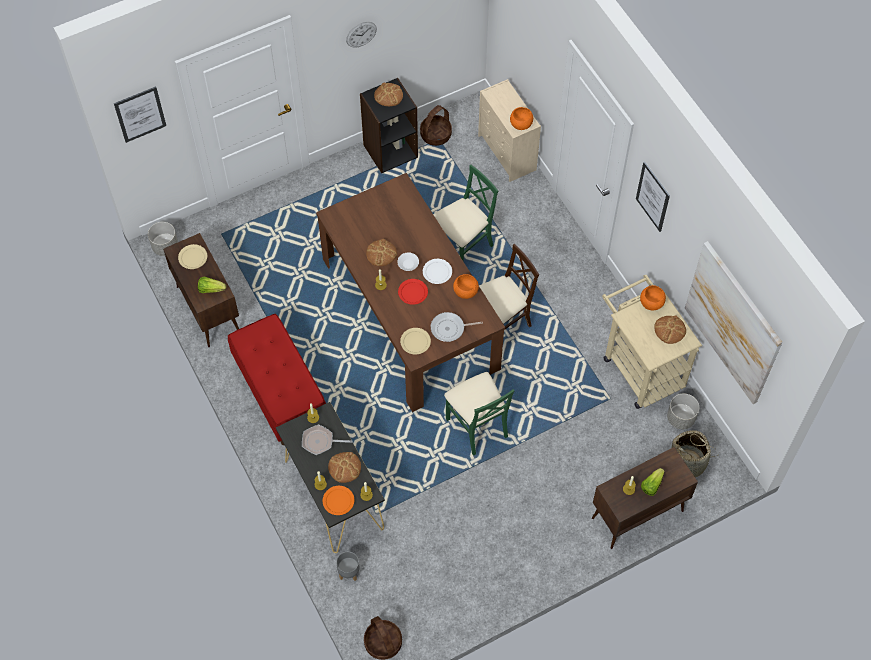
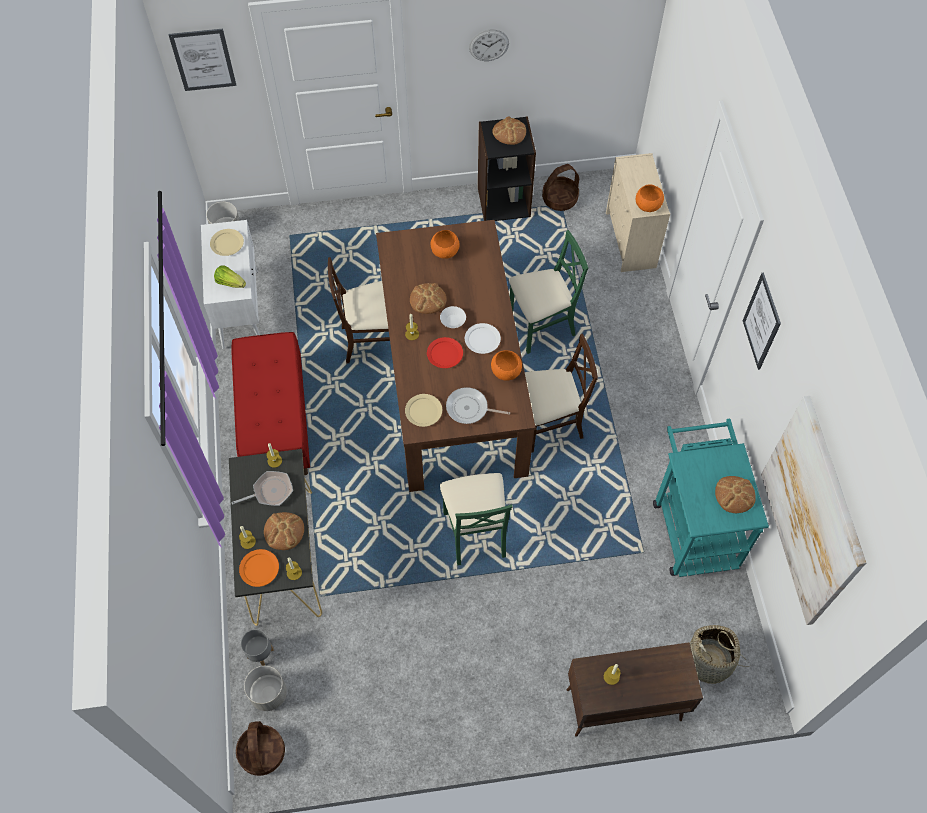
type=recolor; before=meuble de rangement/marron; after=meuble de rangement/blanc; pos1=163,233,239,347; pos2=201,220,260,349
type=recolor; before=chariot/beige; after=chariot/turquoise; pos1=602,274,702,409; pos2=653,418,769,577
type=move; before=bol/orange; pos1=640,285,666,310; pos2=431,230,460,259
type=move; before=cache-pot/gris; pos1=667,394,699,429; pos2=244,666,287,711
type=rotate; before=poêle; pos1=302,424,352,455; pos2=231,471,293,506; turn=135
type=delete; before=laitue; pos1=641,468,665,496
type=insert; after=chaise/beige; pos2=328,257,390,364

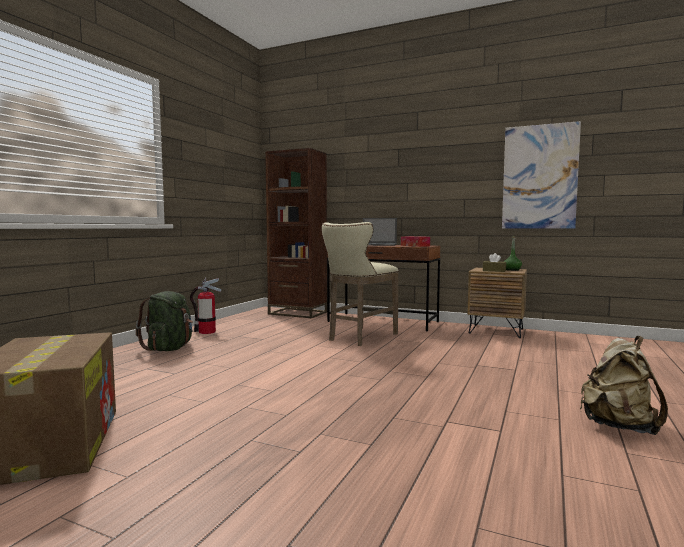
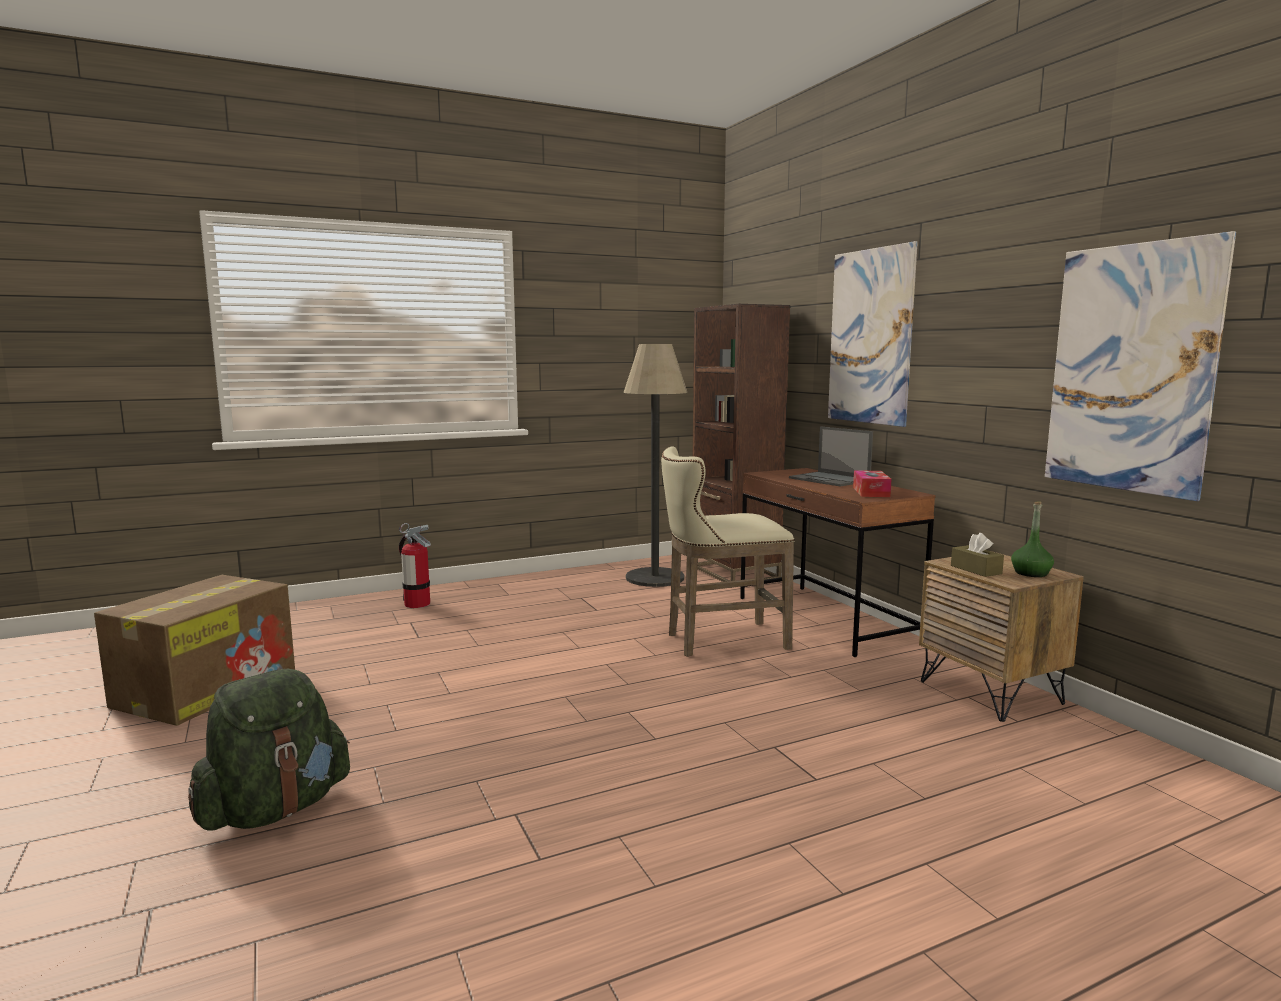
type=move; before=extincteur; pos1=190,278,221,334; pos2=399,523,431,608
type=move; before=sac à dos/vert; pos1=136,291,193,351; pos2=188,669,350,831
type=delete; before=sac à dos/beige; pos1=580,336,668,435
type=insert; after=tableau; pos2=828,241,918,427
type=insert; after=lampadaire; pos2=623,344,687,587

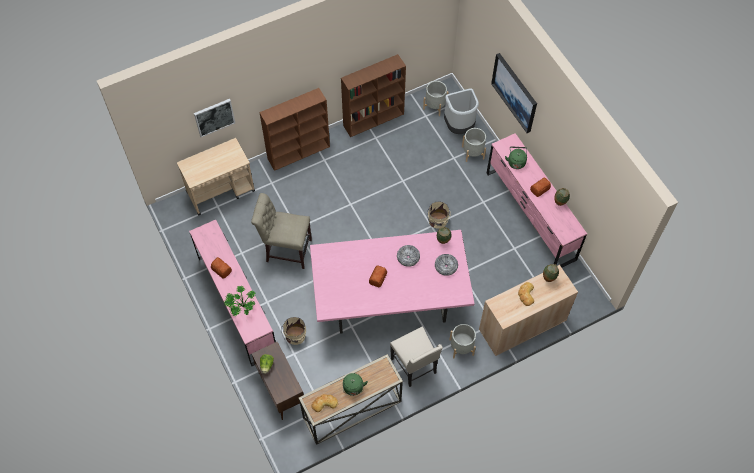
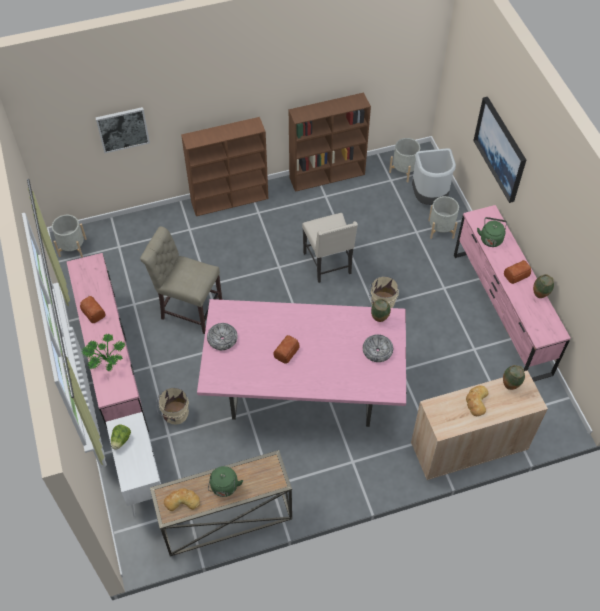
type=delete; before=chariot/beige; pos1=177,138,255,216
type=move; before=bol; pos1=397,245,420,267; pos2=207,323,238,350
type=move; before=cache-pot/gris; pos1=449,324,476,358; pos2=52,215,87,258
type=move; before=chaise/beige; pos1=390,326,443,387; pos2=302,213,358,283
type=recolor; before=meuble de rangement/marron; after=meuble de rangement/blanc; pos1=252,342,304,420; pos2=106,412,161,517

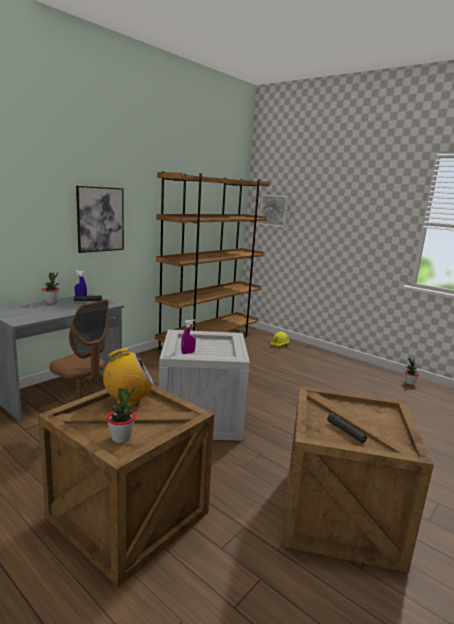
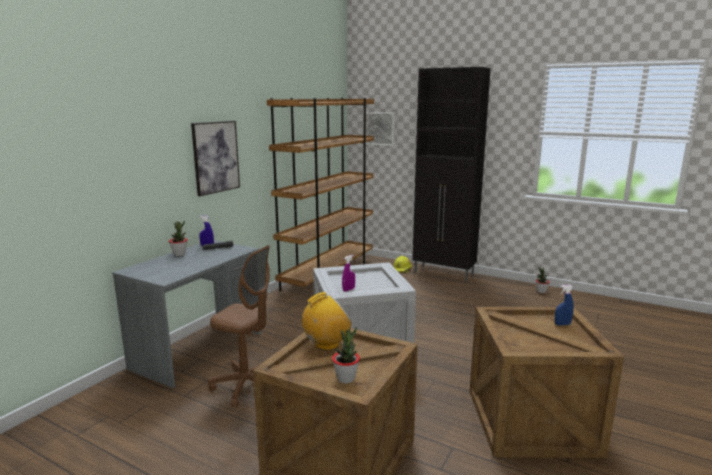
type=delete; before=lampe de poche/noir; pos1=327,413,367,443
type=insert; after=meuble de rangement/noir; pos2=412,67,491,282
type=insert; after=vaporisateur/bleu; pos2=555,285,574,325

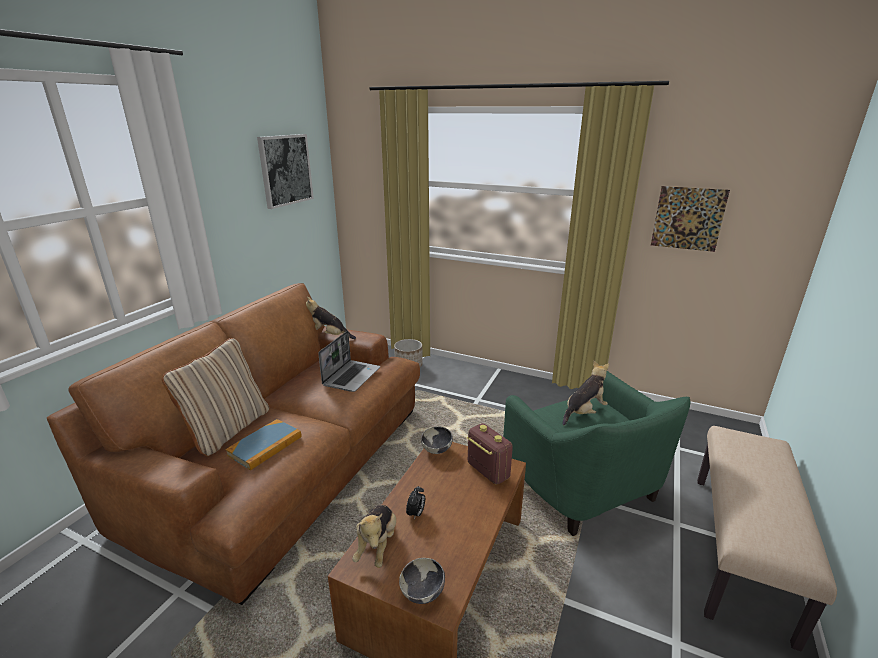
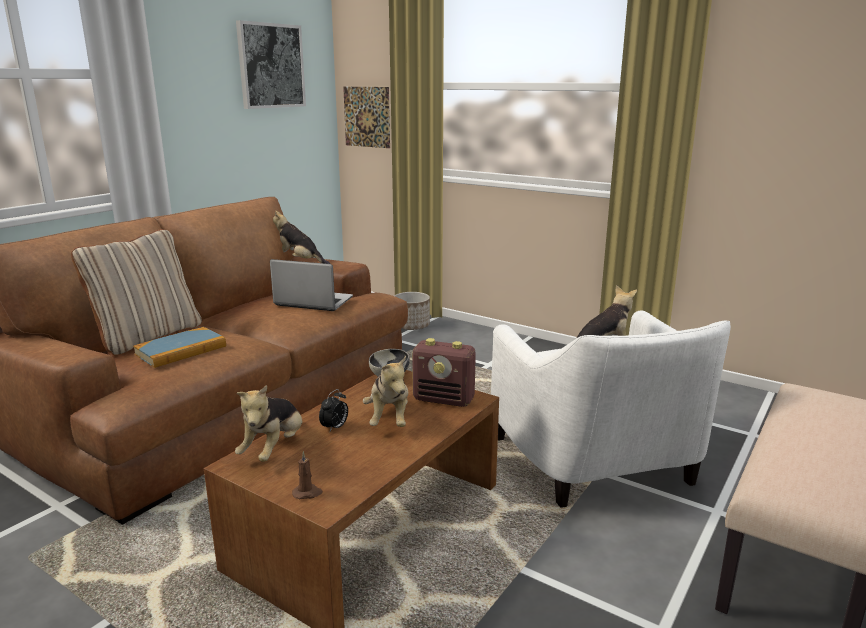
type=move; before=tableau; pos1=651,186,730,252; pos2=343,87,390,148
type=rotate; before=ordinateur portable; pos1=318,331,380,392; pos2=270,259,353,311; turn=-105
type=recolor; before=fauteuil/vert; after=fauteuil/blanc; pos1=503,371,691,536; pos2=491,310,731,508
type=rotate; before=radio; pos1=467,423,513,485; pos2=412,338,476,407; turn=135
type=replace; before=bol; after=bougie/marron; pos1=399,558,445,604; pos2=292,451,323,499
type=insert; after=peluche; pos2=363,356,408,427

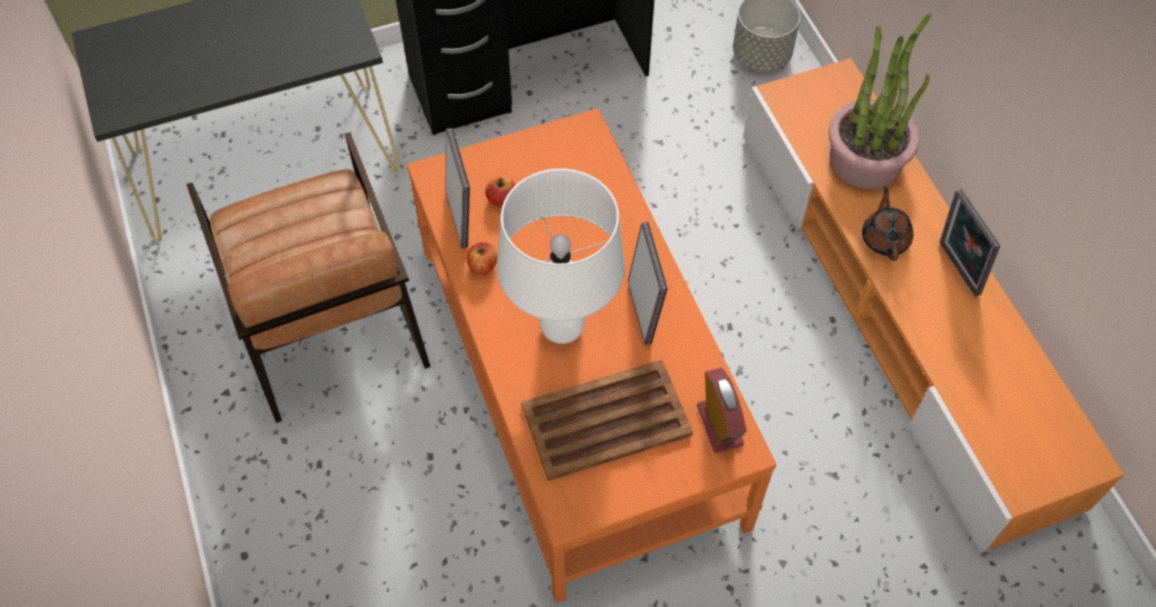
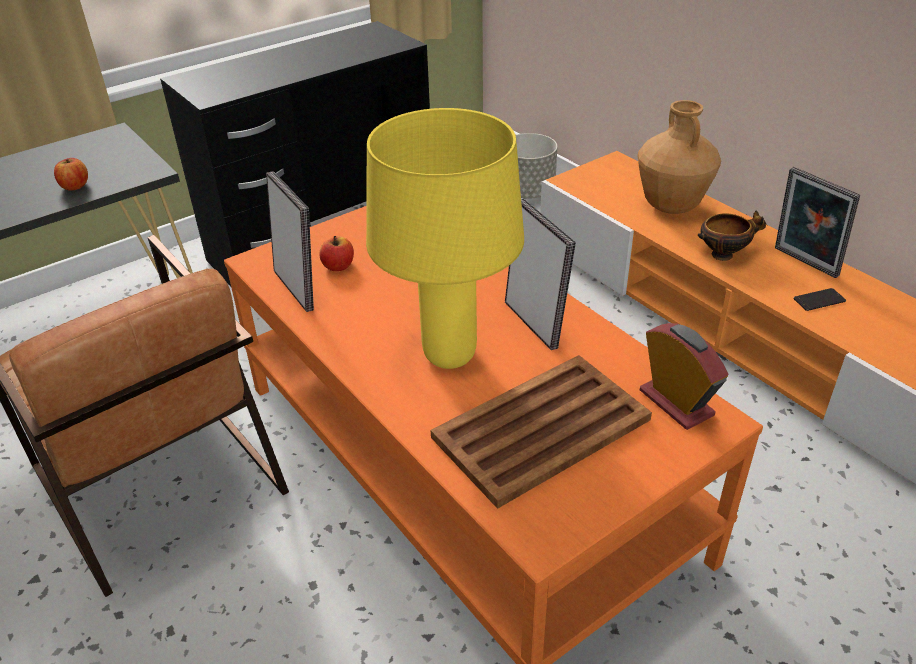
type=replace; before=plante en pot; after=vase/marron; pos1=828,14,931,189; pos2=638,100,721,214
type=recolor; before=lampe de table/blanc; after=lampe de table/jaune; pos1=497,168,625,344; pos2=366,108,524,369
type=replace; before=théière/marron; after=bol; pos1=862,187,913,261; pos2=698,211,766,261
type=move; before=pomme; pos1=467,242,497,275; pos2=54,158,88,190
type=insert; after=téléphone; pos2=794,288,846,311

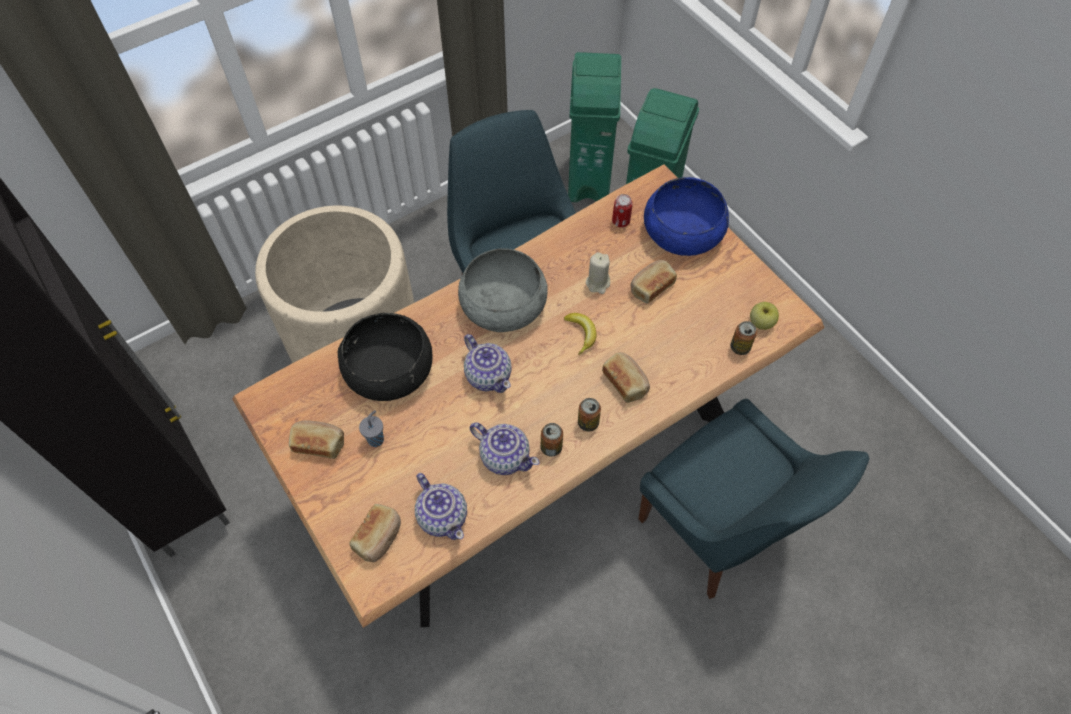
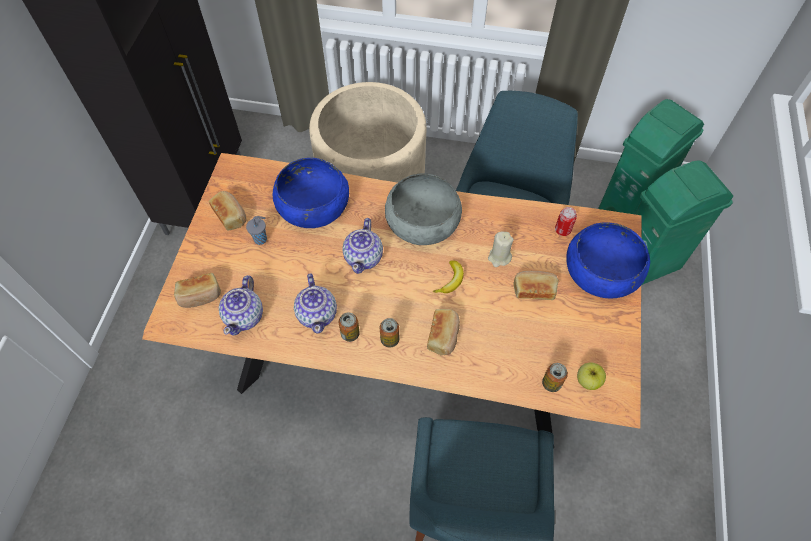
type=recolor; before=bol/noir; after=bol/bleu; pos1=337,313,432,401; pos2=273,158,349,228

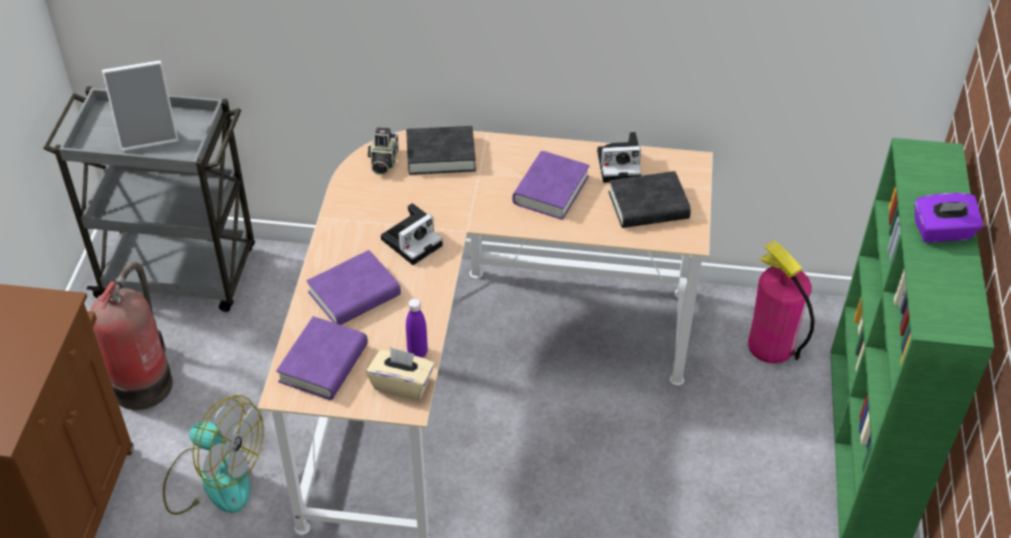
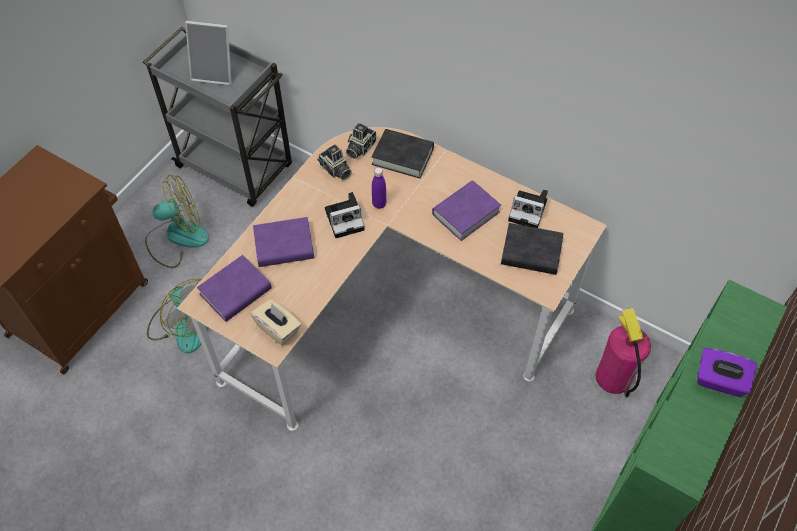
type=replace; before=extincteur; after=ventilateur; pos1=90,262,173,410; pos2=145,175,209,268
type=move; before=bouteille/violet; pos1=406,298,428,358; pos2=372,168,386,209
type=insert; after=appareil photo; pos2=317,144,352,180

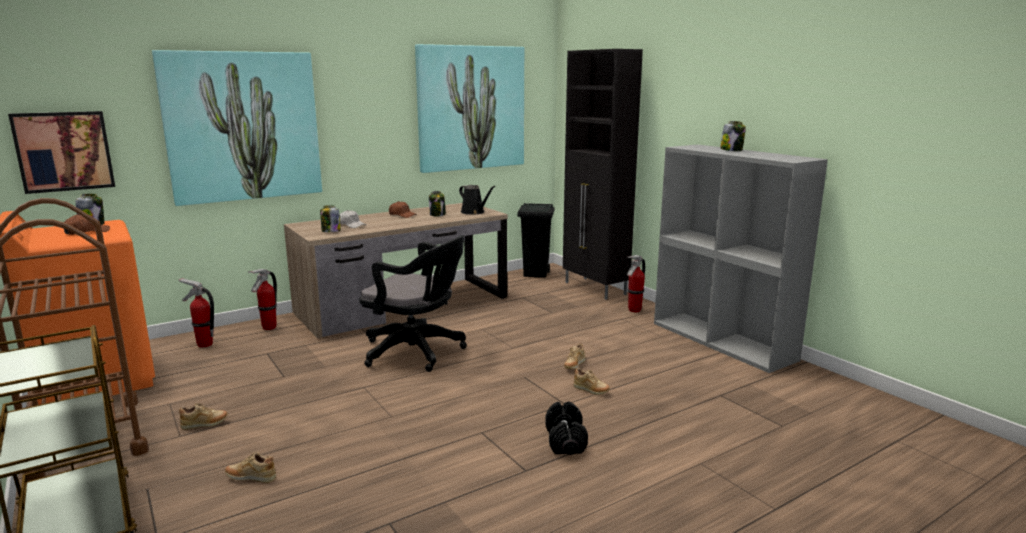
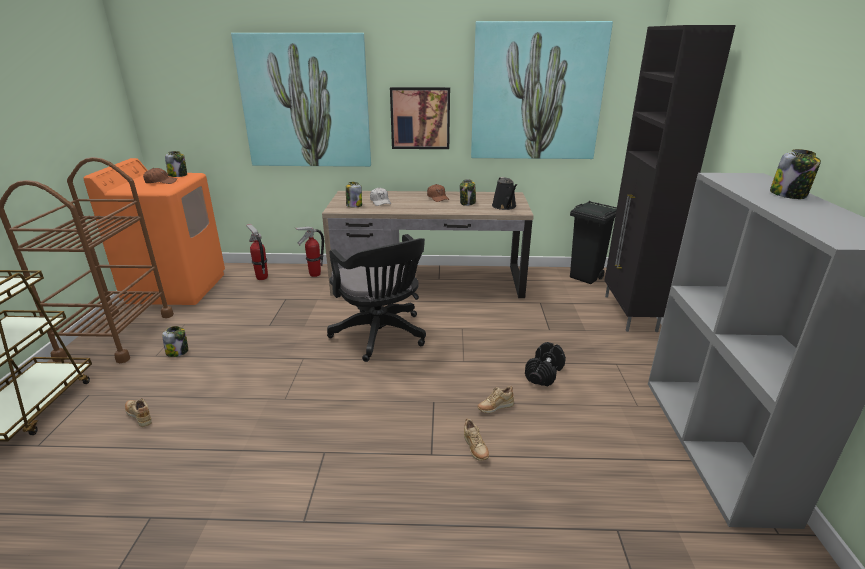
type=move; before=tableau; pos1=8,111,115,194; pos2=390,87,450,149
type=delete; before=extincteur; pos1=627,255,645,312
type=move; before=haltère/noir; pos1=545,401,588,455; pos2=525,342,566,387
type=replace; before=chaussure/beige; after=bocal; pos1=179,403,228,430; pos2=162,326,188,357

